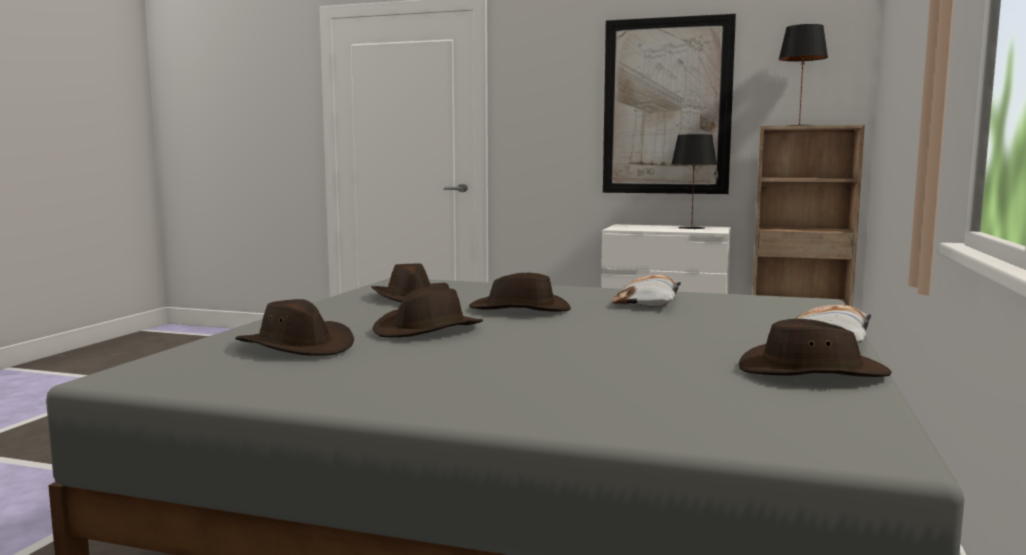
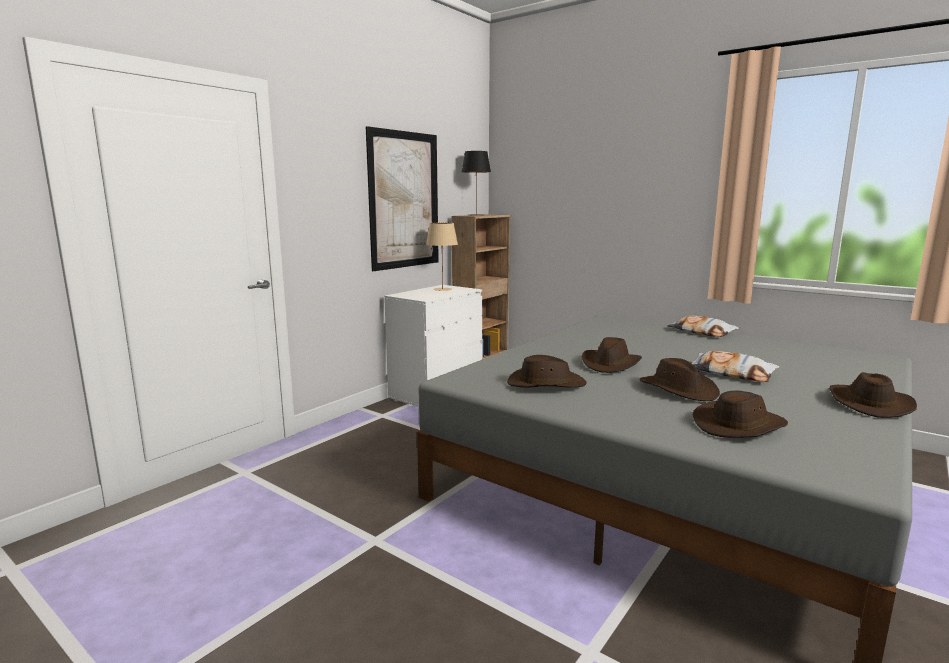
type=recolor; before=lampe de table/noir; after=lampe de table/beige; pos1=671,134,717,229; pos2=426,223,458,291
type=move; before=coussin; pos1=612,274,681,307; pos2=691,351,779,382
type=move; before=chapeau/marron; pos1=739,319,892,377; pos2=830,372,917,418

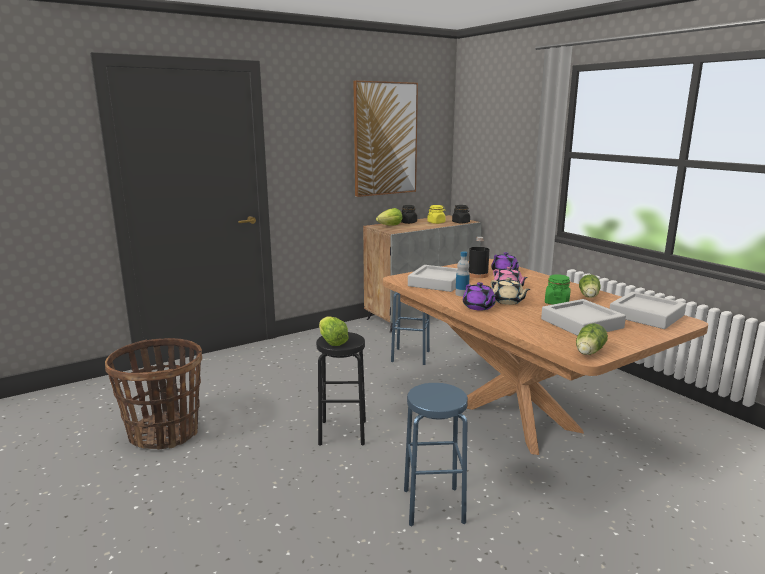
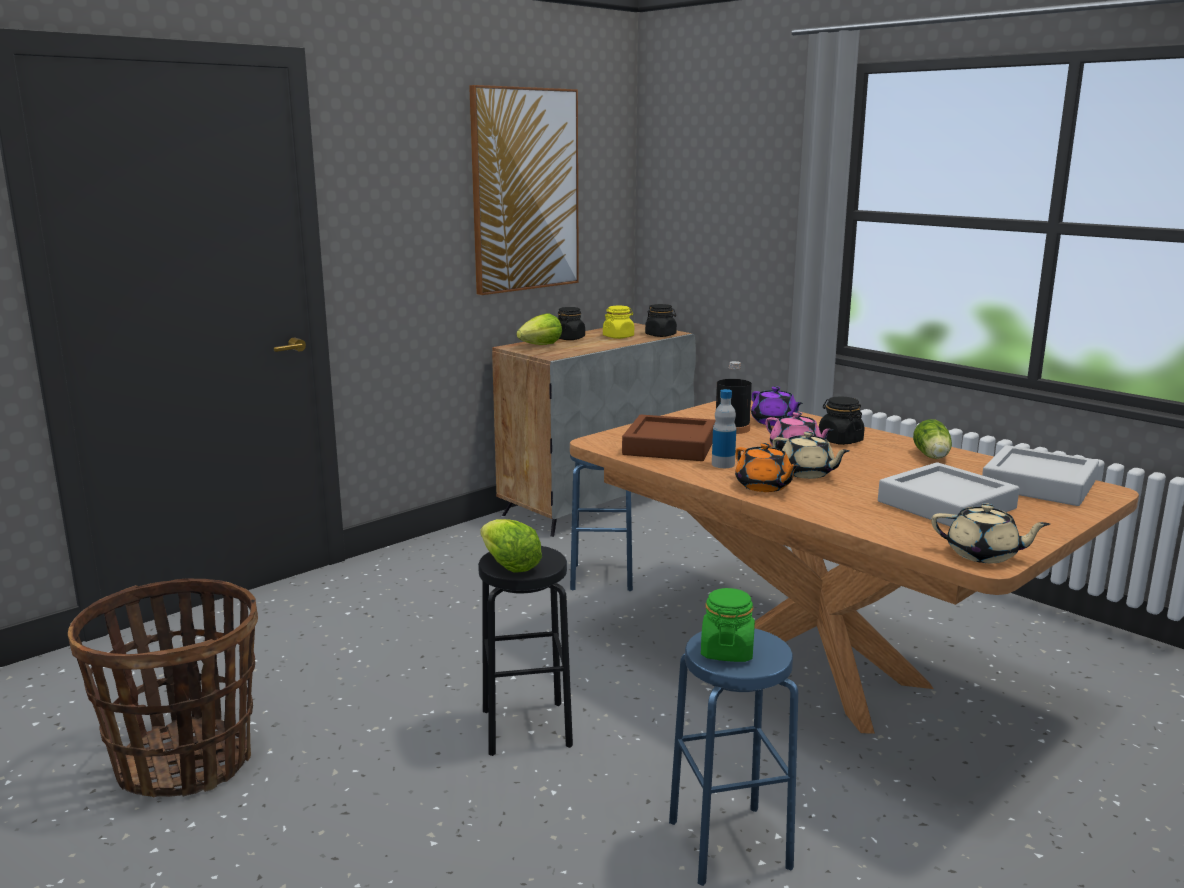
type=recolor; before=plateau/gris; after=plateau/marron; pos1=408,265,458,292; pos2=622,415,715,461
type=move; before=bocal/vert; pos1=545,274,571,305; pos2=701,588,755,662
type=recolor; before=théière/violet; after=théière/orange; pos1=463,282,496,310; pos2=735,443,800,492
type=replace; before=laitue; after=théière/beige; pos1=576,323,608,355; pos2=931,503,1050,563
type=insert; after=bocal/noir; pos2=819,396,865,445

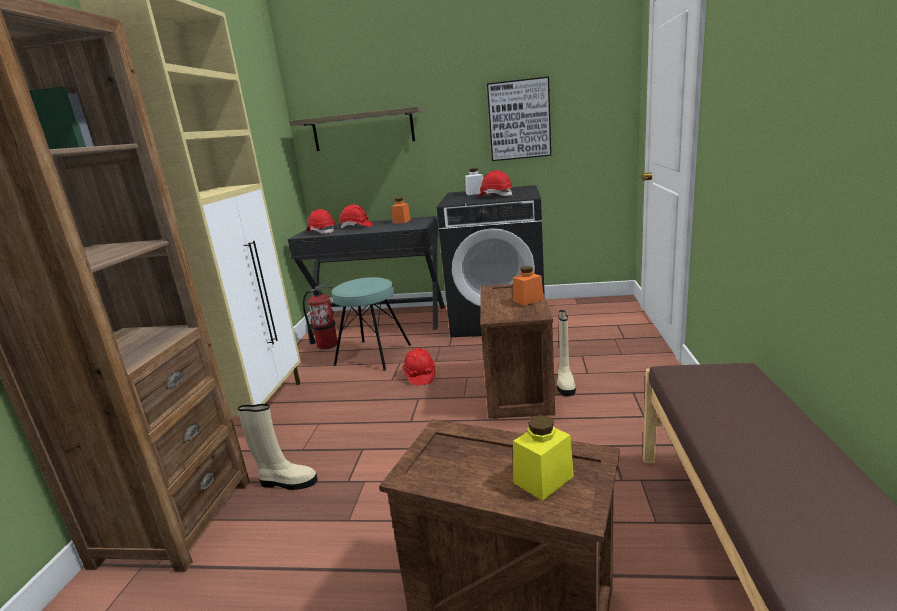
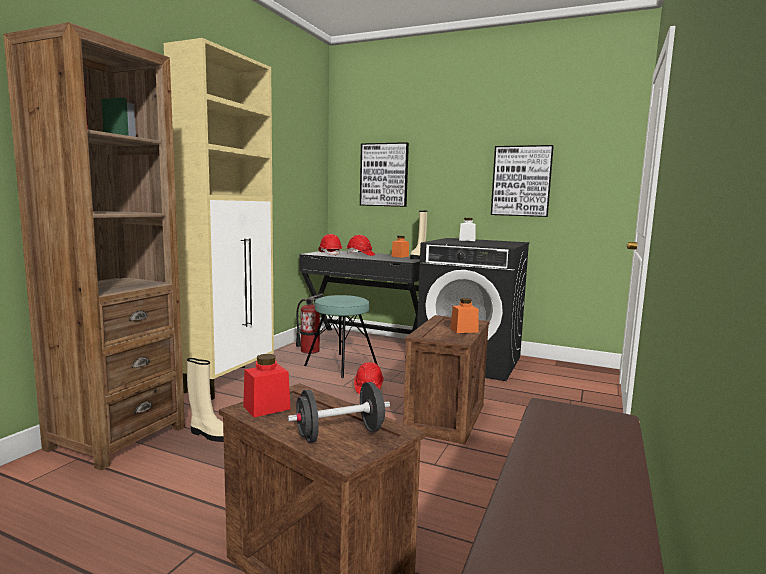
type=replace; before=étagère; after=tableau; pos1=289,106,423,151; pos2=360,142,409,207
type=delete; before=casque de chantier/rouge; pos1=477,170,513,197
type=move; before=botte/beige; pos1=557,310,576,396; pos2=410,211,427,259
type=replace; before=bocal/jaune; after=haltère/noir; pos1=513,415,574,501; pos2=288,382,390,443
type=insert; after=bocal/rouge; pos2=243,354,291,417

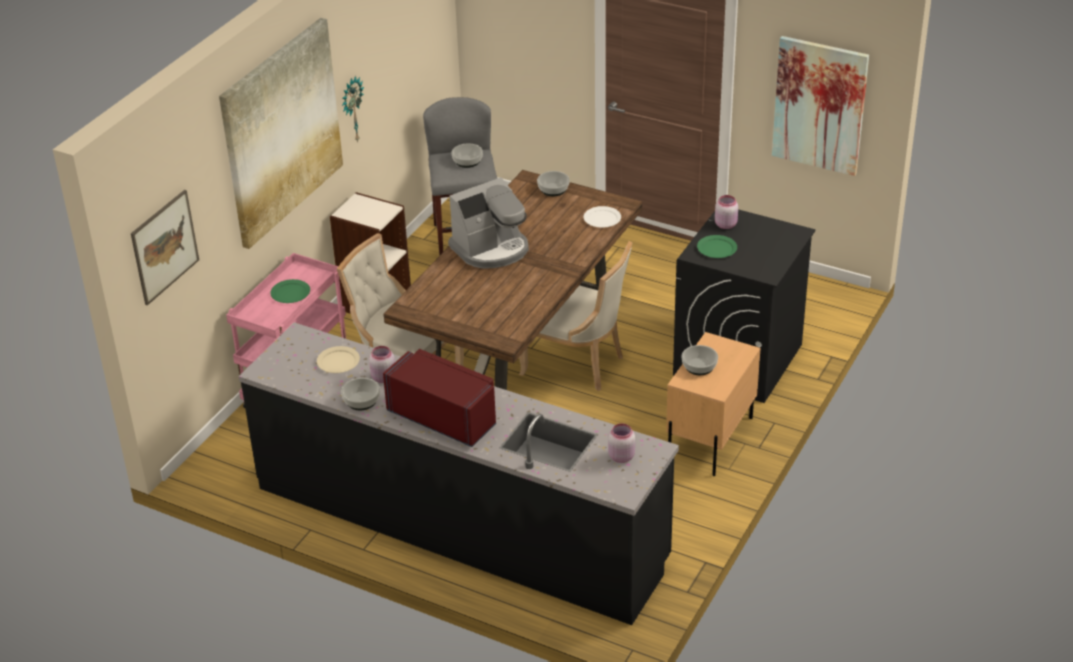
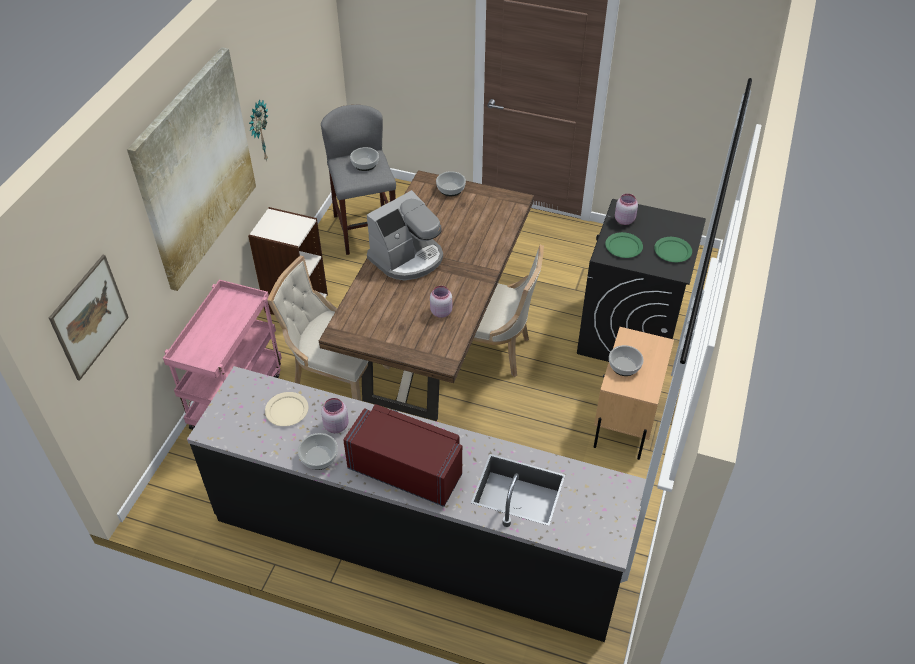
type=delete; before=tableau; pos1=772,36,869,176
type=delete; before=assiette/blanc; pos1=583,206,621,228
type=move; before=assiette/vert; pos1=270,279,310,303; pos2=654,237,692,262
type=move; before=bocal/rose; pos1=608,424,635,463; pos2=430,286,452,318

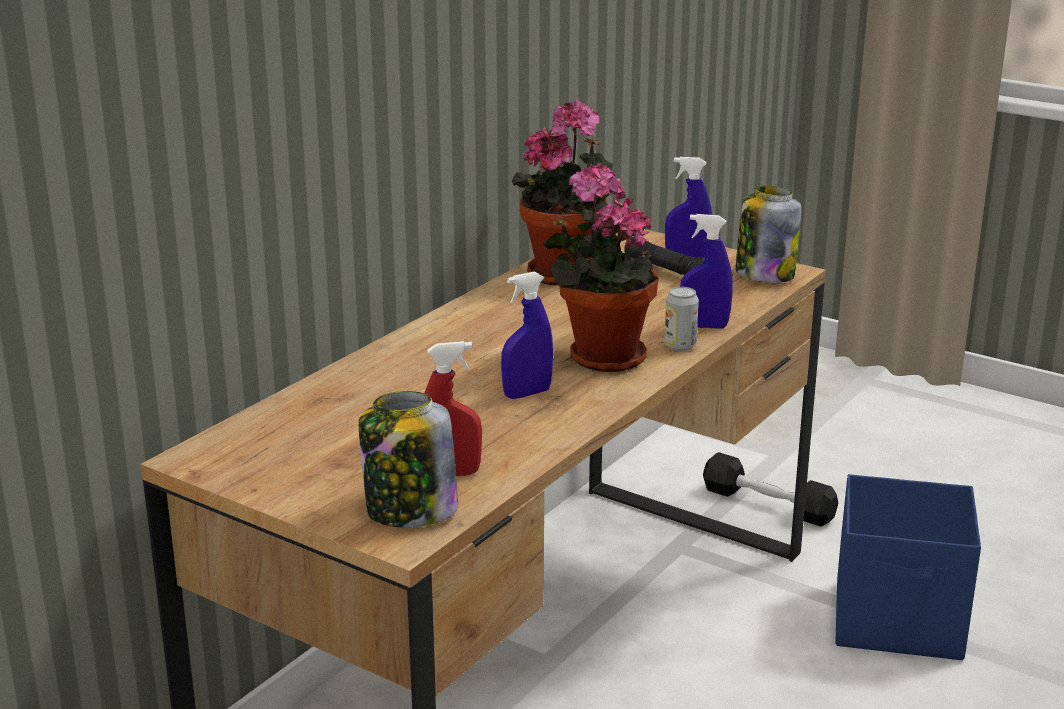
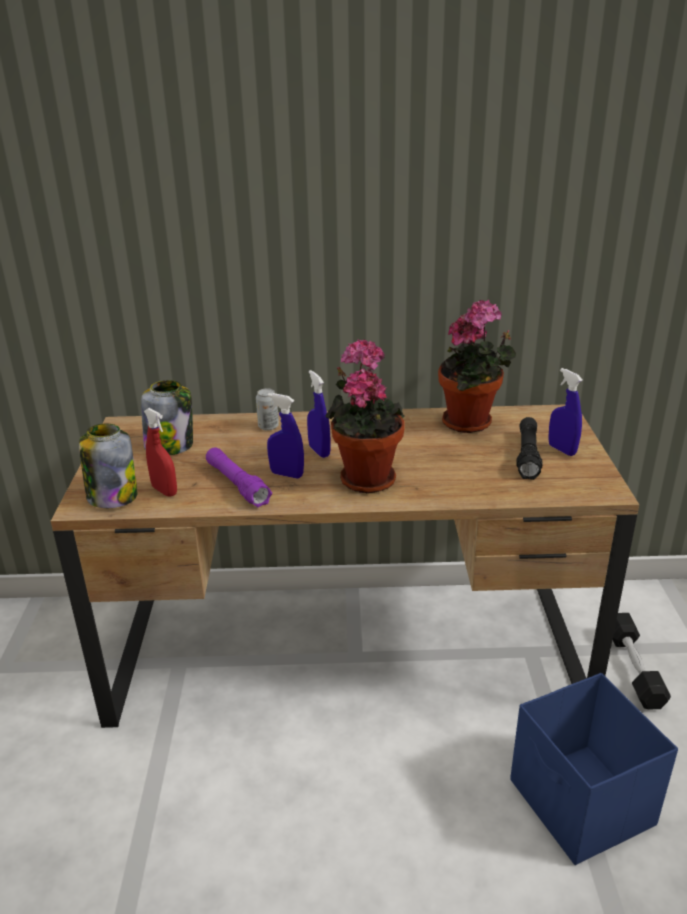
type=move; before=bocal; pos1=735,186,802,283; pos2=141,380,193,455
type=move; before=vaporisateur/bleu; pos1=680,214,733,329; pos2=307,370,330,458
type=move; before=boîte métallique; pos1=664,287,699,351; pos2=256,388,279,431
type=insert; after=lampe de poche/violet; pos2=206,447,272,508

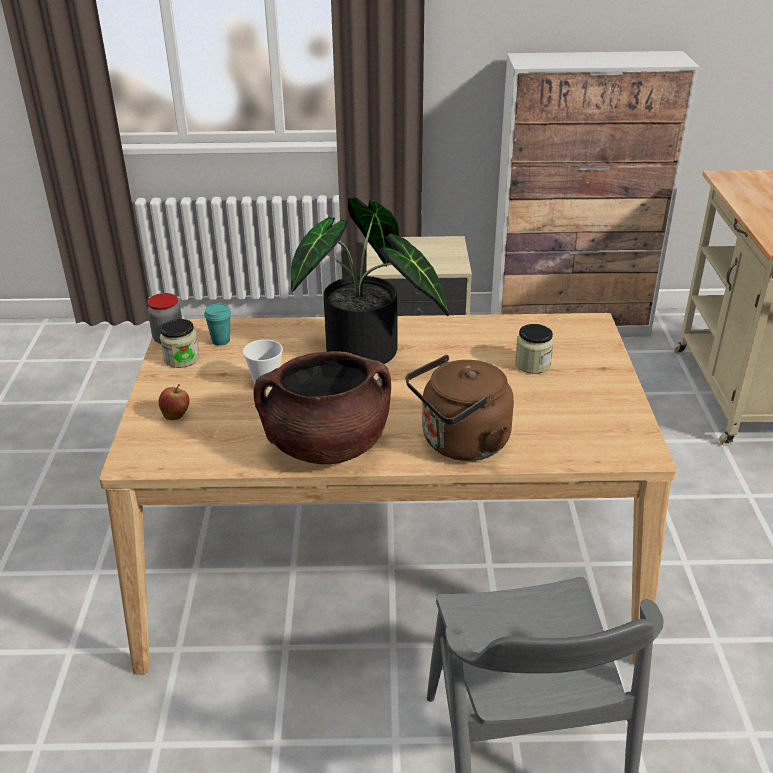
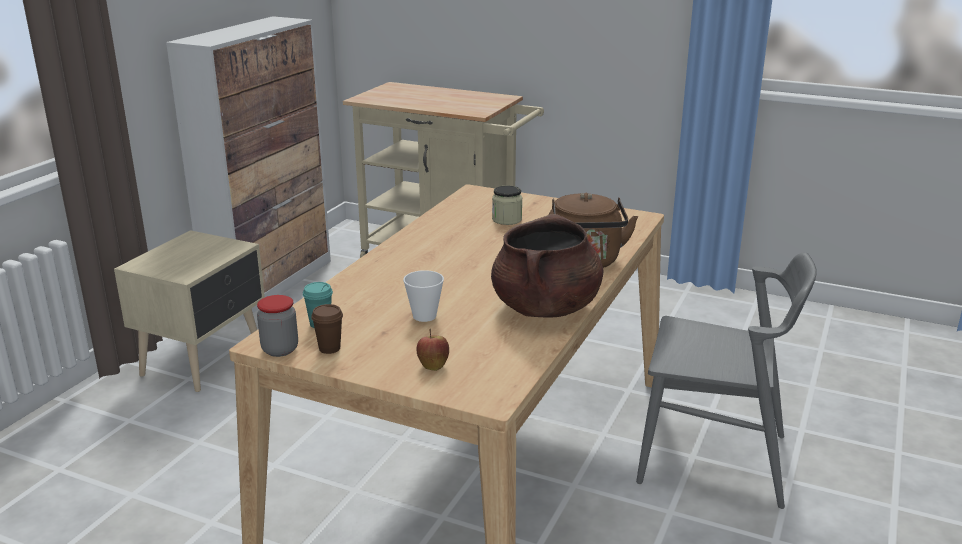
type=delete; before=plante en pot; pos1=291,197,449,364
type=replace; before=bocal; after=tasse/marron; pos1=160,319,200,368; pos2=311,304,343,354

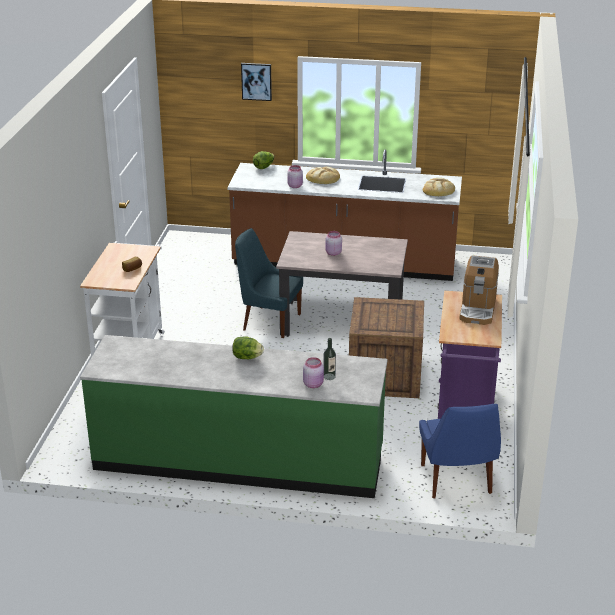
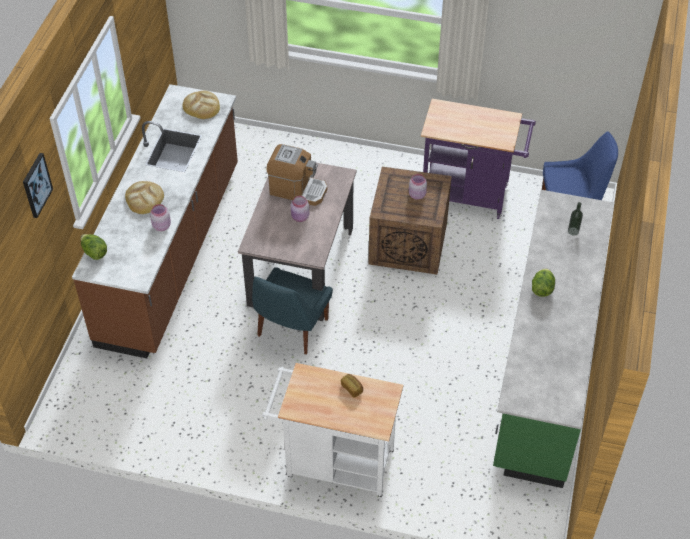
type=move; before=machine à café; pos1=459,255,499,325; pos2=266,144,327,206
type=move; before=bocal/rose; pos1=303,357,324,388; pos2=409,174,427,200

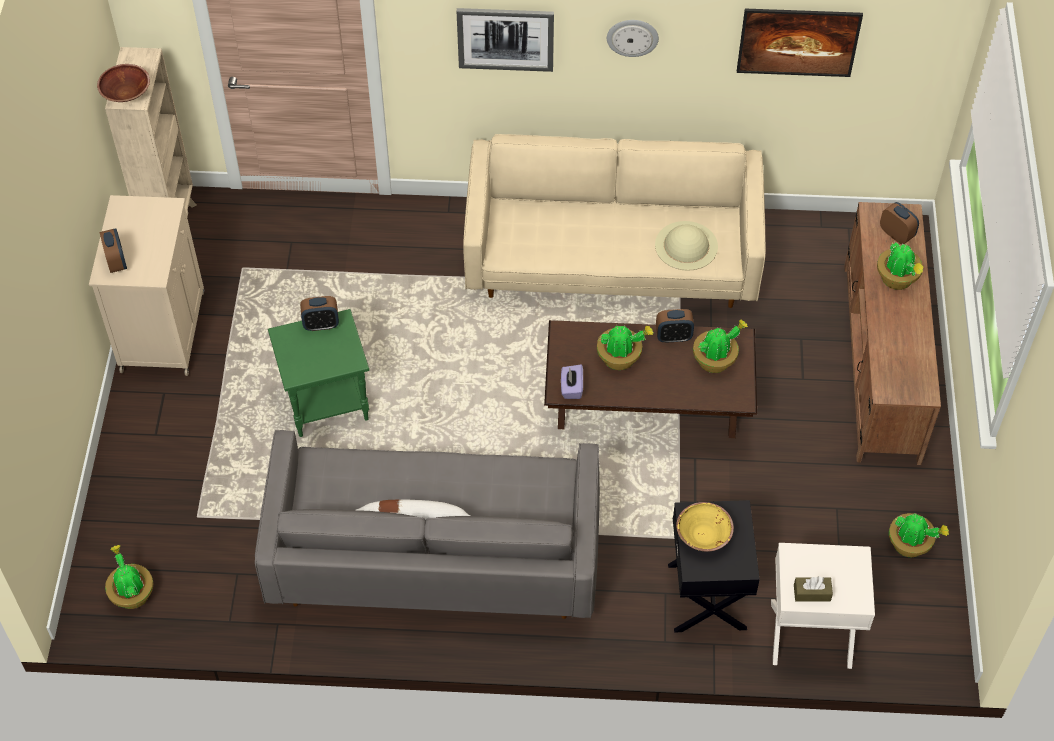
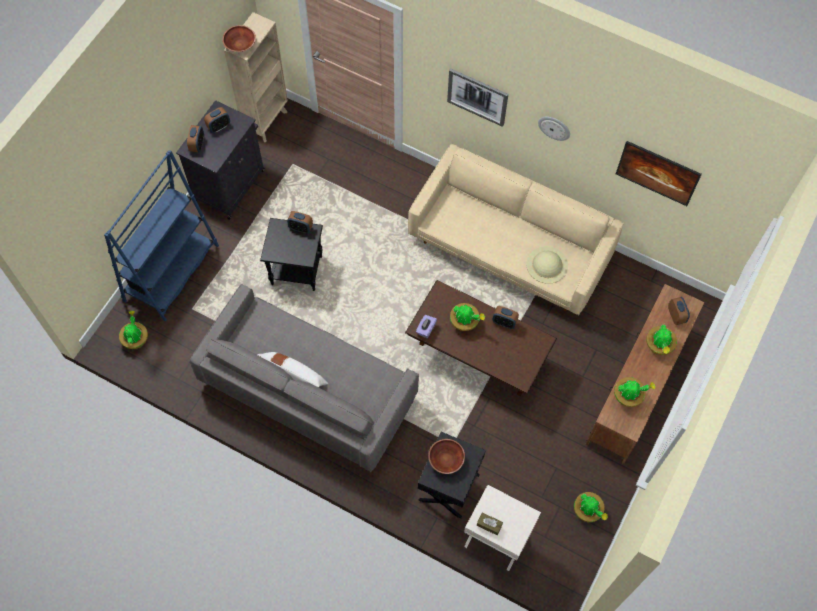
type=recolor; before=meuble de rangement/beige; after=meuble de rangement/noir; pos1=89,195,204,376; pos2=176,100,265,220
type=recolor; before=table d'appoint/vert; after=table d'appoint/noir; pos1=268,309,369,437; pos2=260,218,323,291
type=move; before=plante en pot; pos1=693,320,748,373; pos2=614,377,656,407
type=recolor; before=bol/jaune; after=bol/marron; pos1=676,502,734,551; pos2=428,439,465,474
type=insert; after=réveil; pos2=204,107,230,133
type=insert; after=bibliothèque/bleu; pos2=104,150,219,321

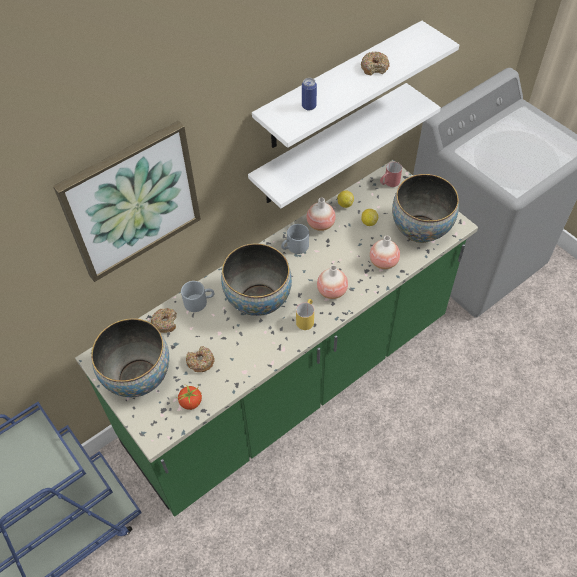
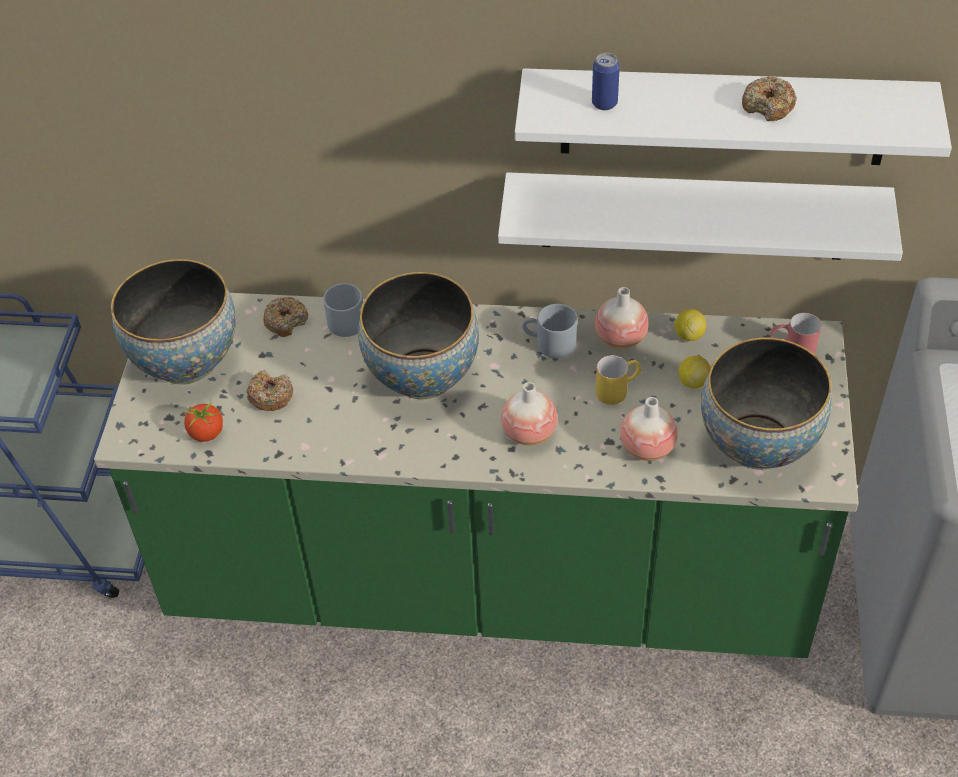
type=delete; before=tableau; pos1=53,121,201,282
type=move; before=mug/jaune; pos1=296,299,314,330; pos2=596,355,641,405

